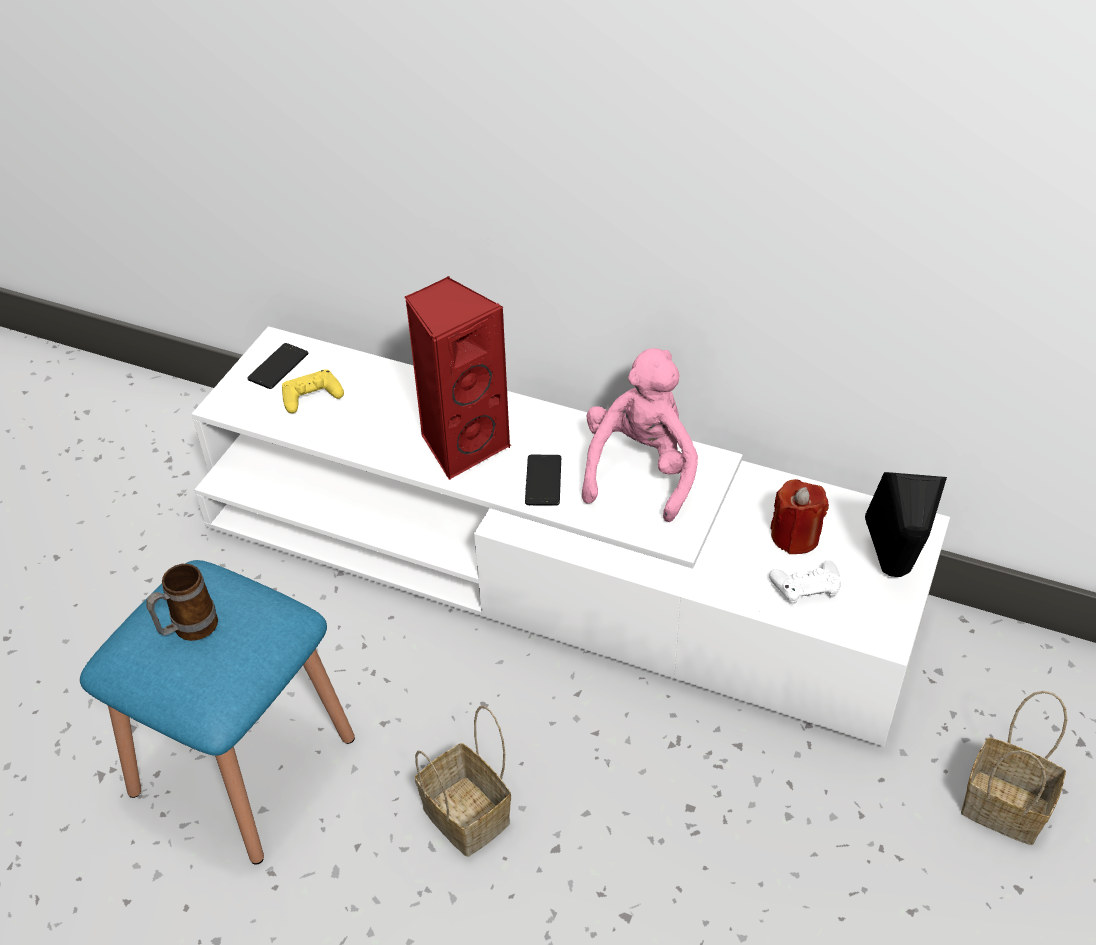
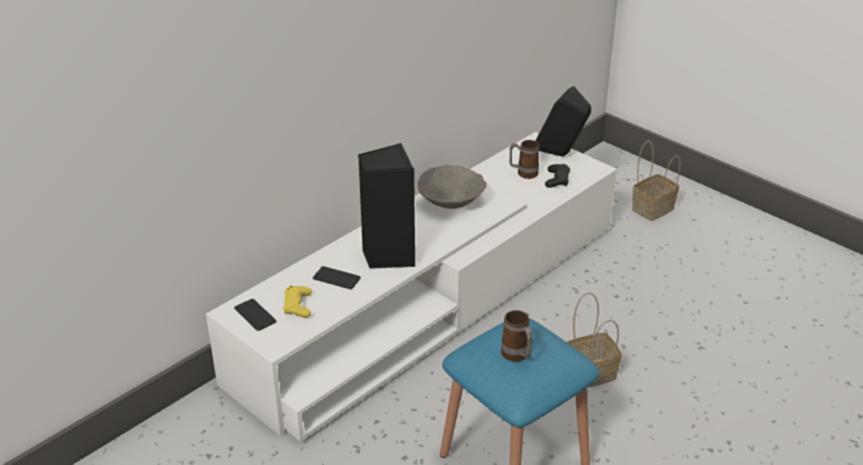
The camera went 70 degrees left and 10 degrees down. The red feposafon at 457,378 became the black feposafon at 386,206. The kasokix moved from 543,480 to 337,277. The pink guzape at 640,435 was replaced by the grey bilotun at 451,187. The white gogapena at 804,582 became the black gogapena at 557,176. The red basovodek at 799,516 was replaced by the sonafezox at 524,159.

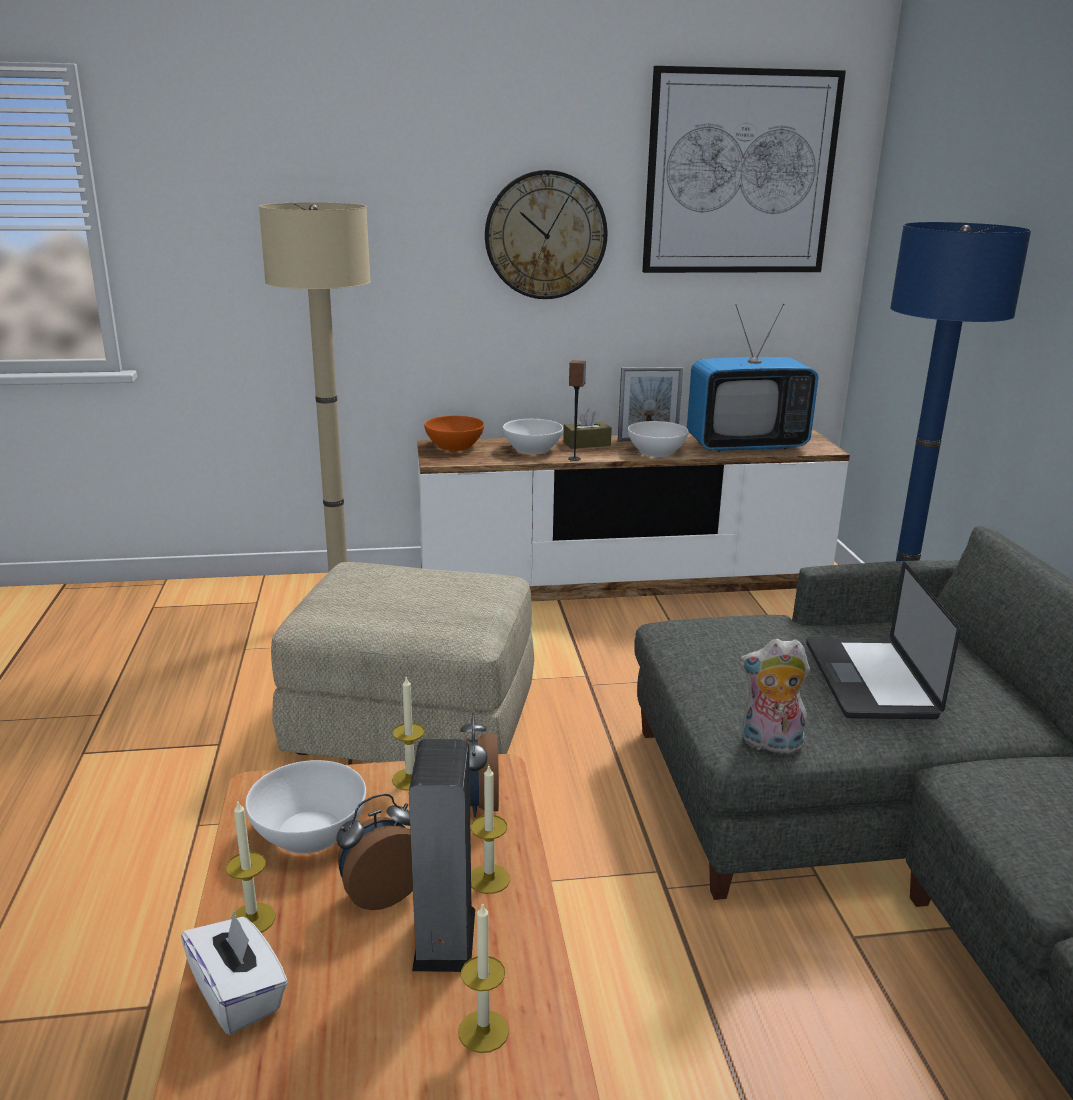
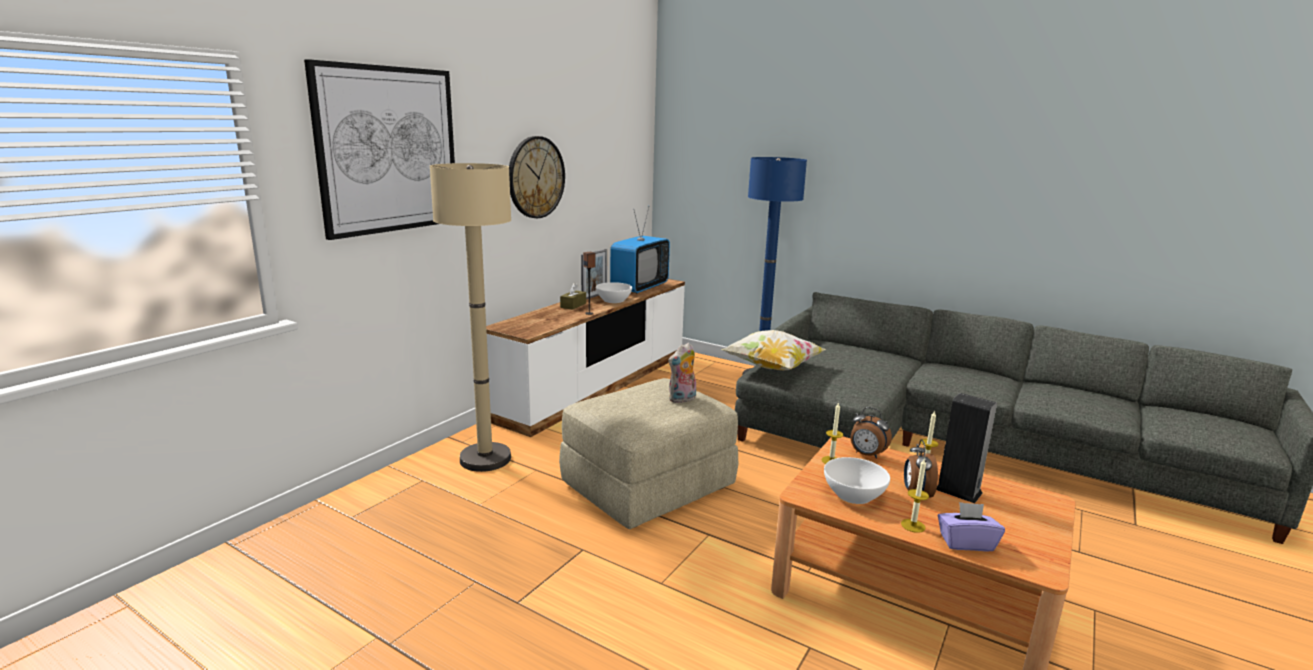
The camera went 50 degrees left and 5 degrees down. The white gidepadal at 234,973 became the purple gidepadal at 971,526. The orange bilotun at 454,433 disappeared. The basovodek at 483,977 disappeared. The white bilotun at 533,437 disappeared. The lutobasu moved from 744,169 to 379,149. The guzape moved from 774,697 to 682,373. The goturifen at 883,640 disappeared. The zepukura at 773,350 appeared.

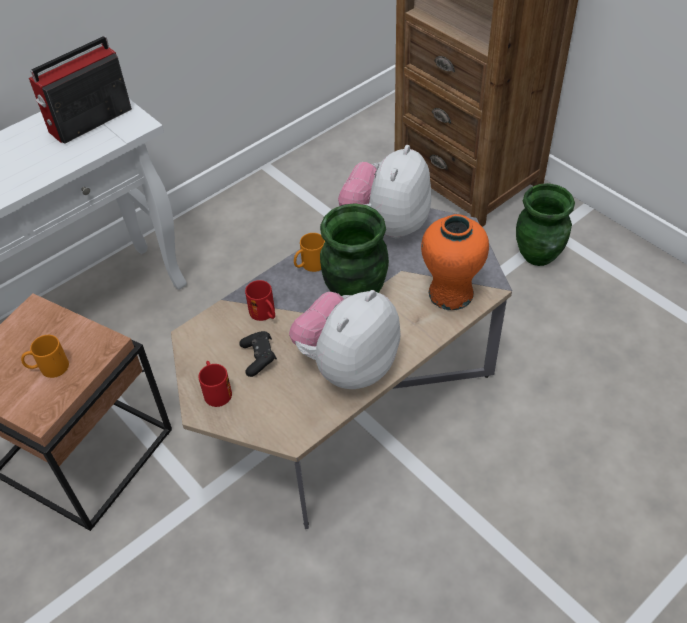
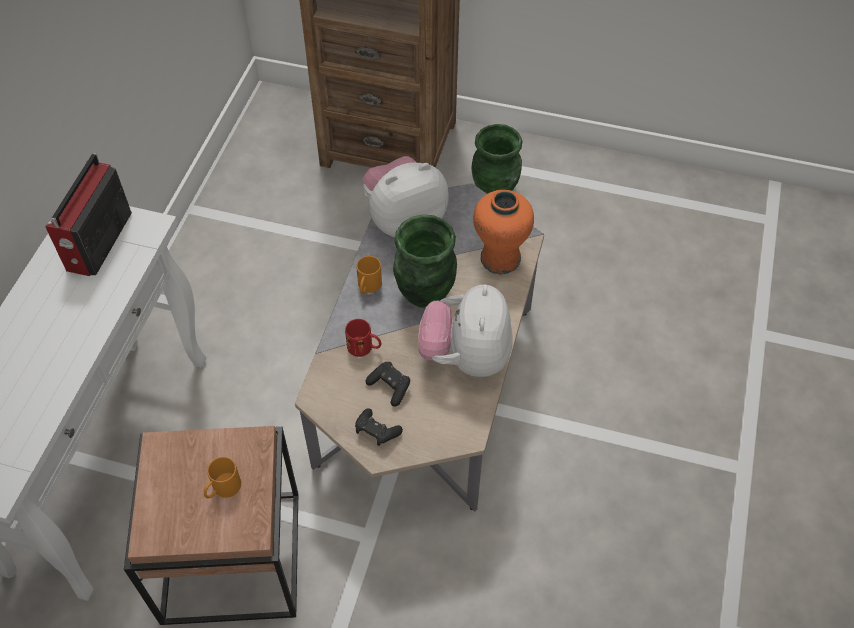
The camera went 35 degrees left and 5 degrees up. The red sonafezox at 215,384 was replaced by the black gogapena at 379,427. The guzape at 384,191 turned 75 degrees clockwise.

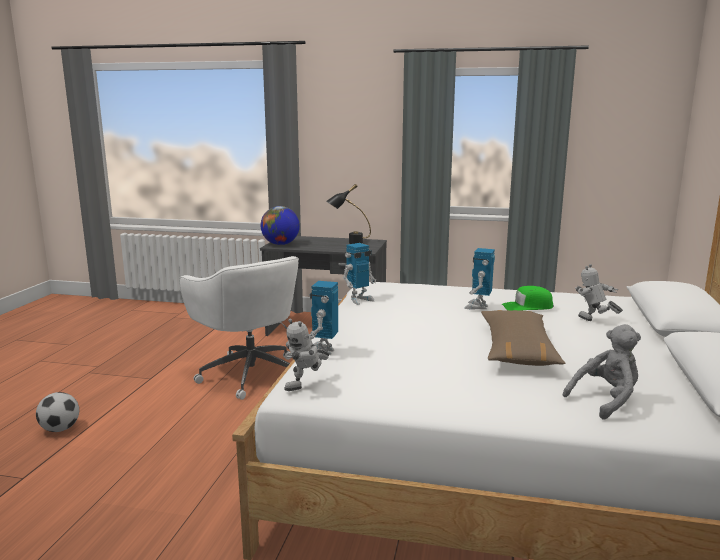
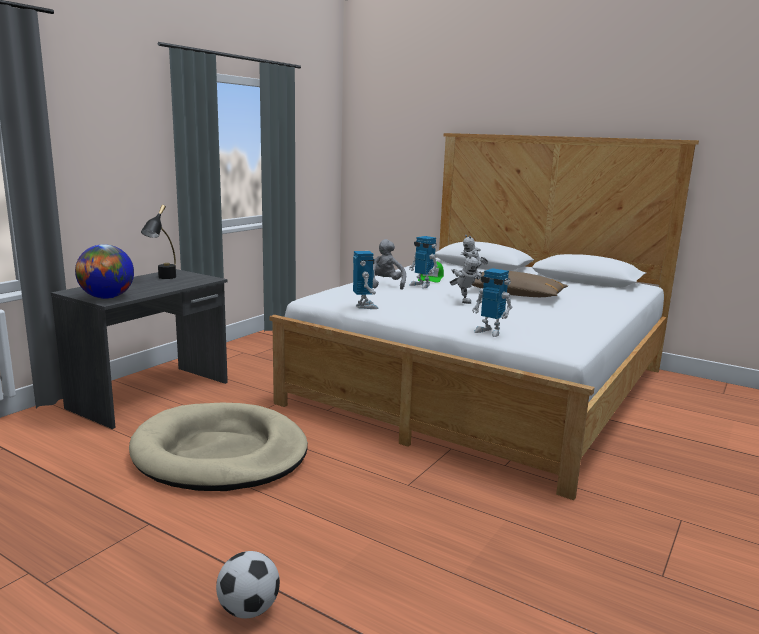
The camera went 70 degrees left and 0 degrees up. The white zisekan at 239,328 was replaced by the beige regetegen at 218,447. The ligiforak moved from 306,355 to 466,279. The grey guzape moved from 601,372 to 389,264.

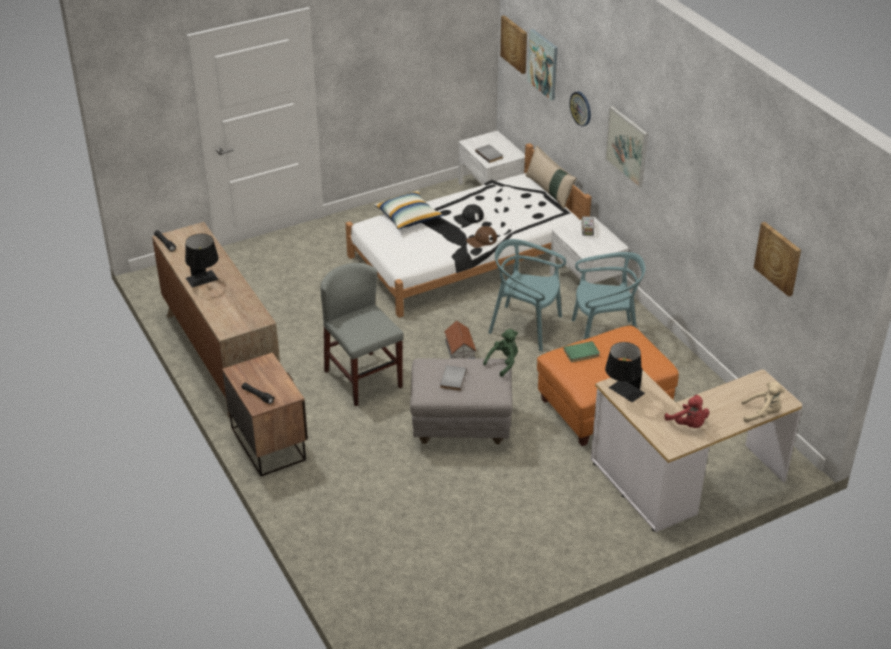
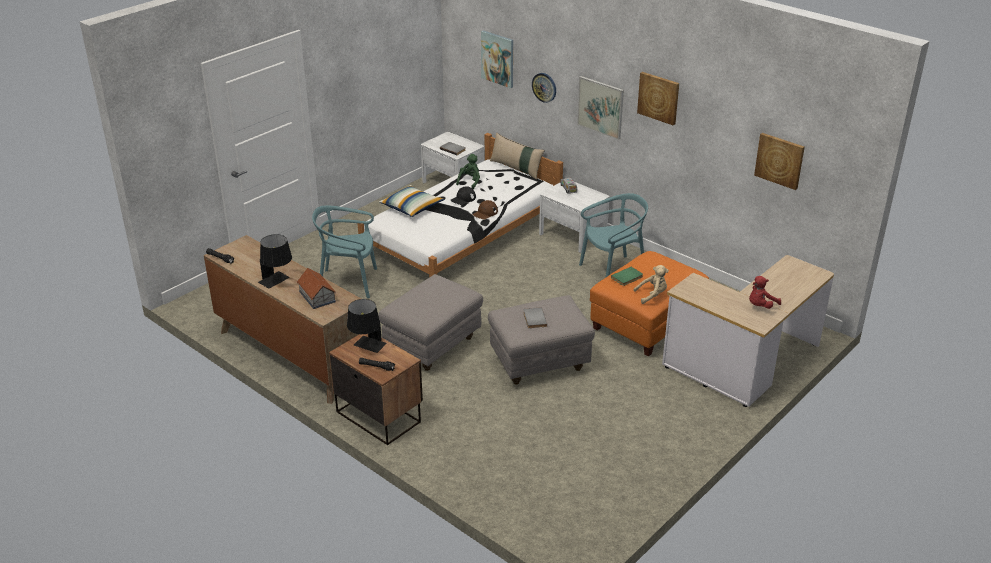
The camera went 20 degrees left and 5 degrees down. The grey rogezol at 362,334 was replaced by the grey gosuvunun at 430,322. The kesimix moved from 460,339 to 316,288. The green guzape moved from 500,353 to 468,171. The turquoise rogezol moved from 527,295 to 344,252. The lutobasu moved from 513,44 to 658,98. The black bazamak moved from 625,372 to 367,326. The red guzape at 686,411 turned 105 degrees clockwise. The beige guzape moved from 763,402 to 651,284.

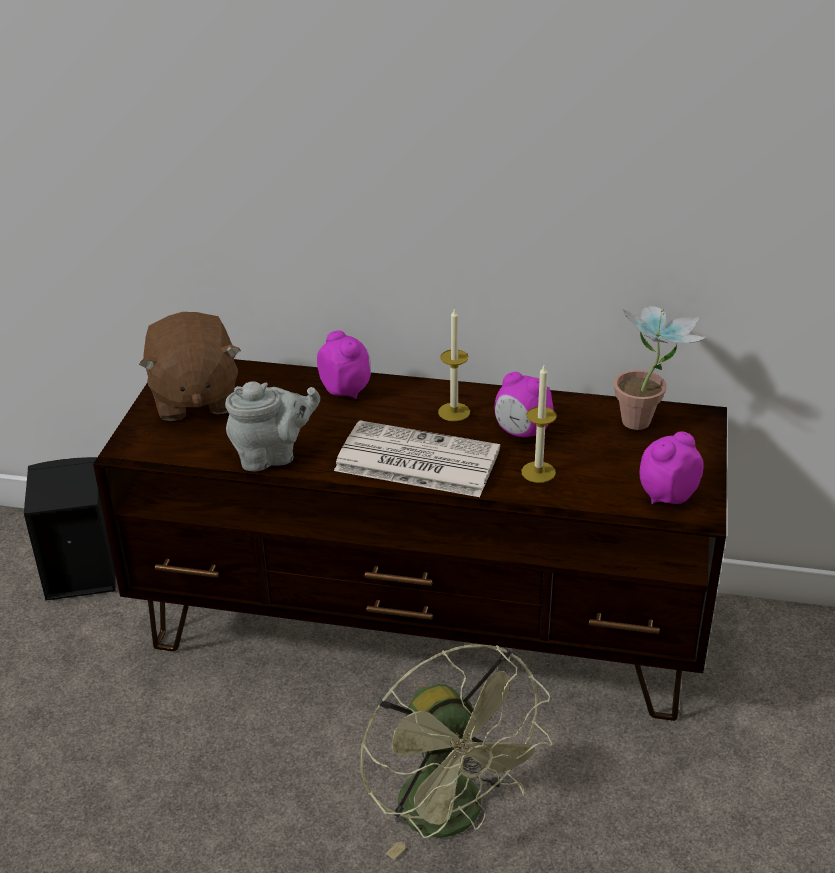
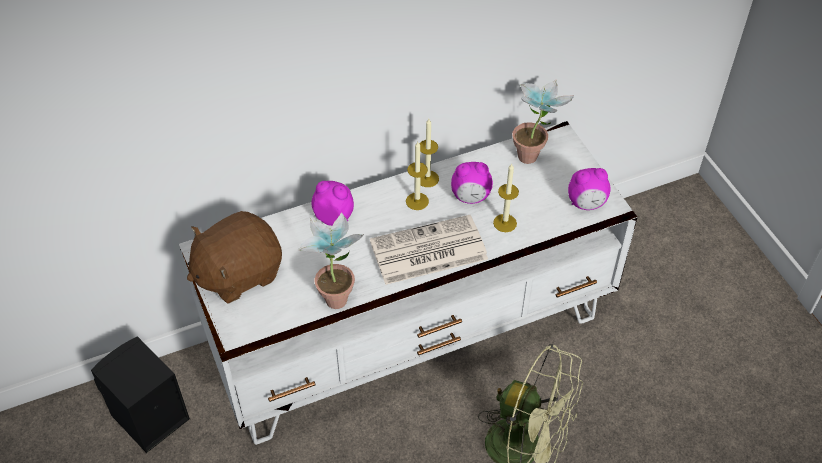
The camera went 35 degrees left and 15 degrees up. The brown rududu at 410,540 became the white rududu at 408,283. The brown guzape at 190,366 turned 105 degrees clockwise. The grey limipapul at 272,426 was replaced by the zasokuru at 331,260. The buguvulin at 671,467 turned 120 degrees counterclockwise. The basovodek at 429,153 appeared.

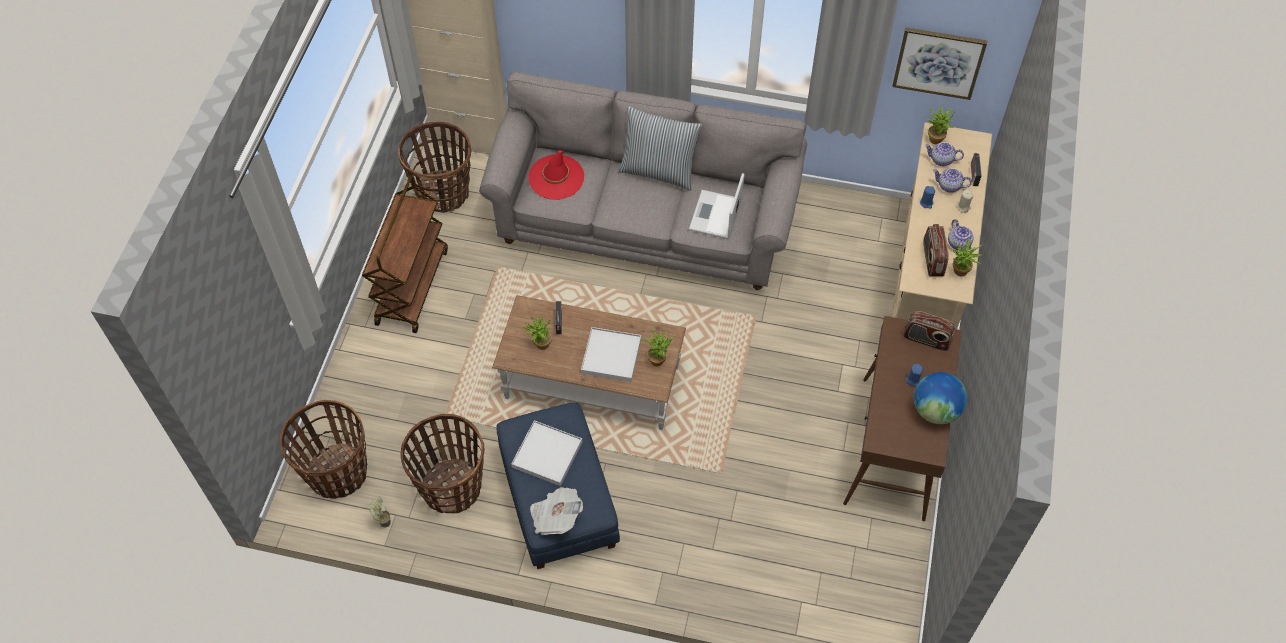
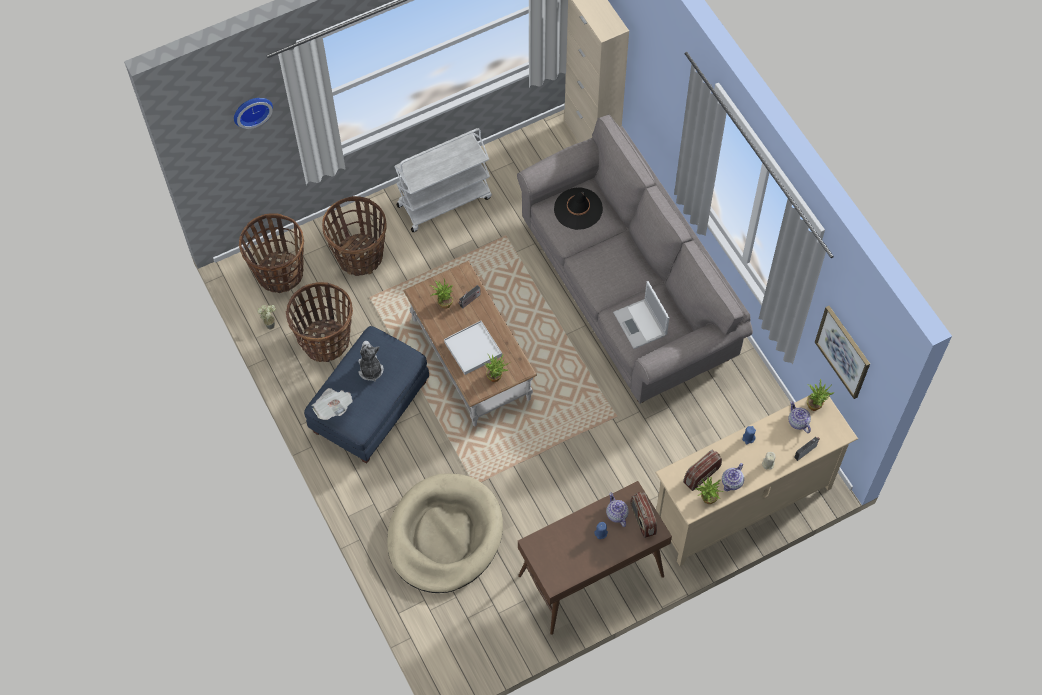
The camera went 50 degrees right and 5 degrees up. The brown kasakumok at 405,254 became the white kasakumok at 443,180. The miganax moved from 434,167 to 354,236. The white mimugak at 546,453 was replaced by the guzape at 371,361. The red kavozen at 556,175 became the black kavozen at 578,209. The zepukura at 660,148 disappeared. The goturifen at 717,206 turned 90 degrees counterclockwise. The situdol at 940,398 disappeared. The limipapul moved from 952,180 to 617,509. The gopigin at 253,113 appeared. The beige regetegen at 445,533 appeared.

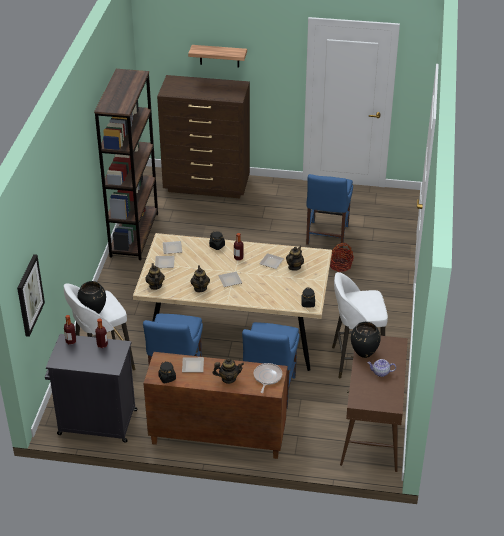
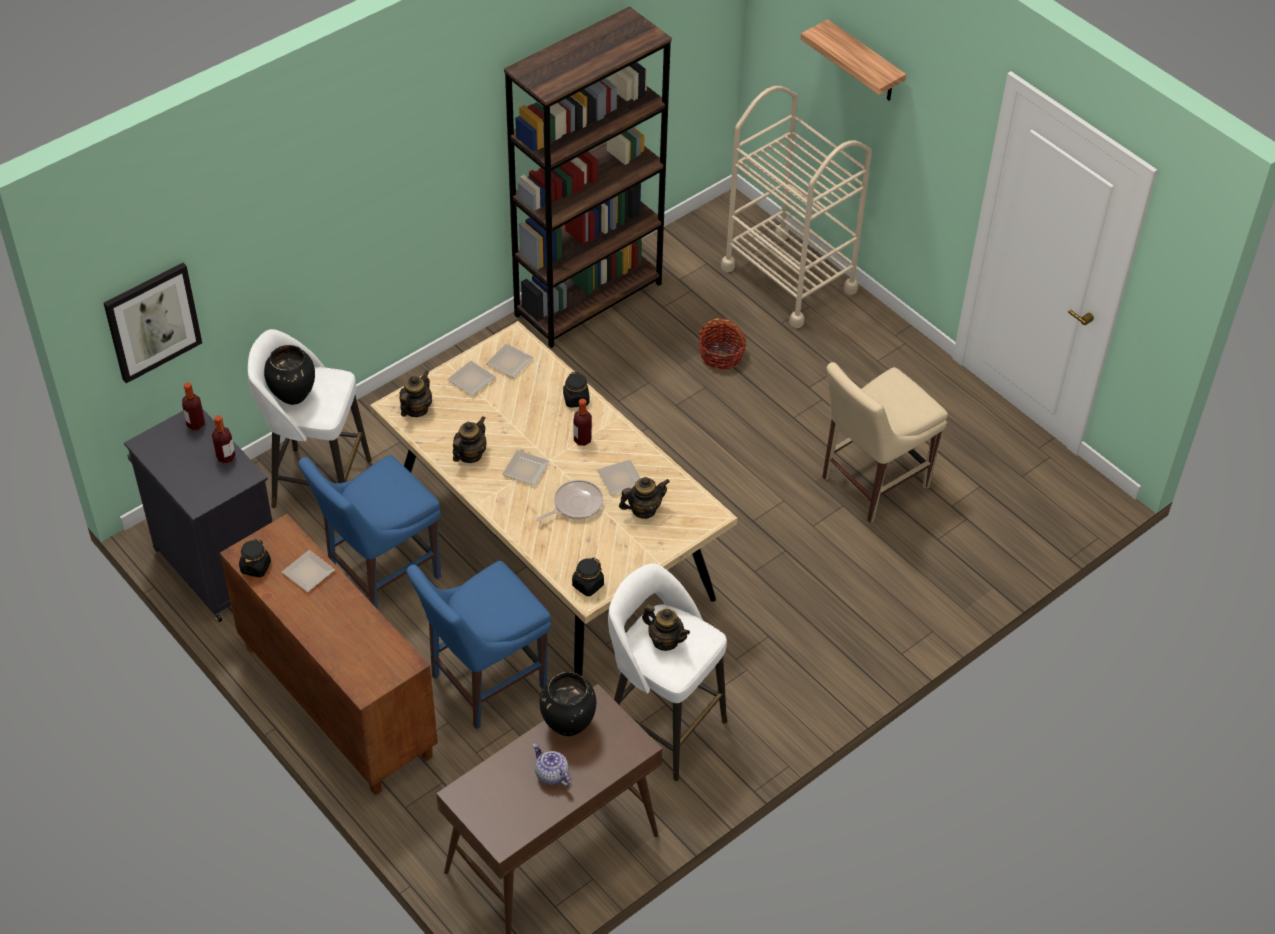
The camera went 40 degrees right and 10 degrees up. The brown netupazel at 203,136 was replaced by the beige kasakumok at 796,207. The limipapul moved from 228,371 to 666,627. The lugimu moved from 268,378 to 570,500. The blue rogezol at 329,211 became the beige rogezol at 885,442. The miganax moved from 342,257 to 722,344.

